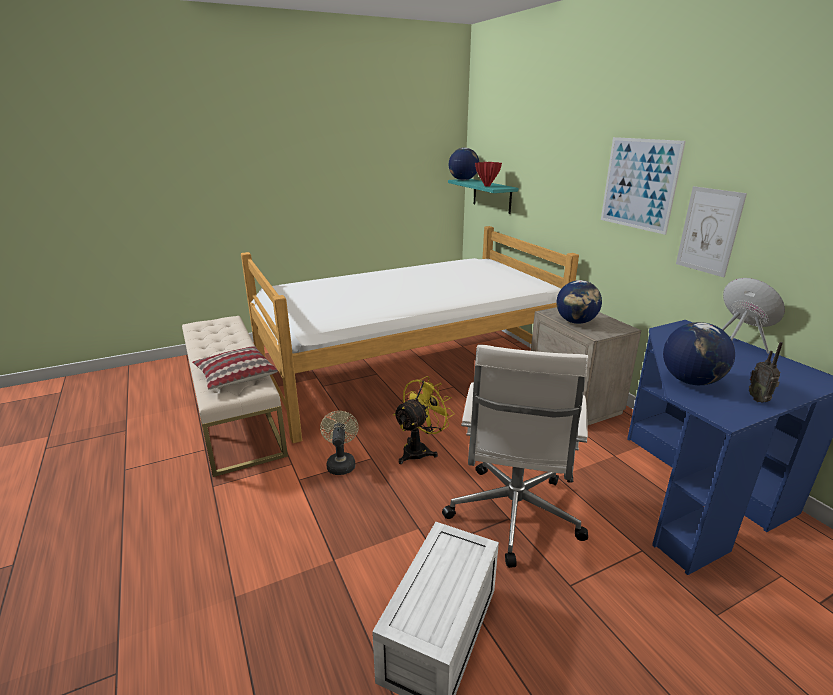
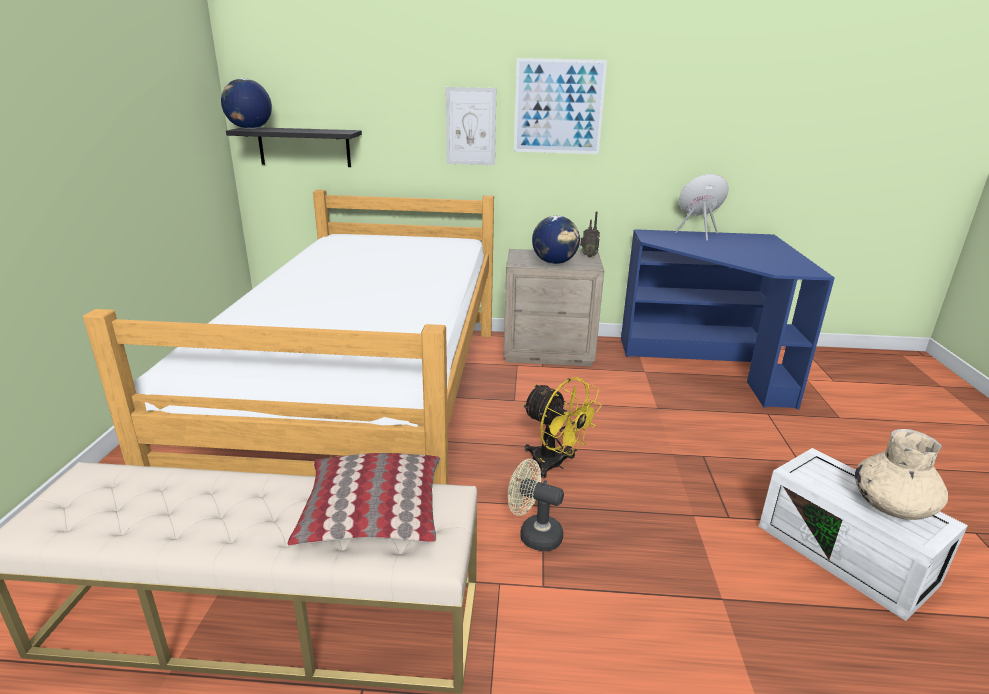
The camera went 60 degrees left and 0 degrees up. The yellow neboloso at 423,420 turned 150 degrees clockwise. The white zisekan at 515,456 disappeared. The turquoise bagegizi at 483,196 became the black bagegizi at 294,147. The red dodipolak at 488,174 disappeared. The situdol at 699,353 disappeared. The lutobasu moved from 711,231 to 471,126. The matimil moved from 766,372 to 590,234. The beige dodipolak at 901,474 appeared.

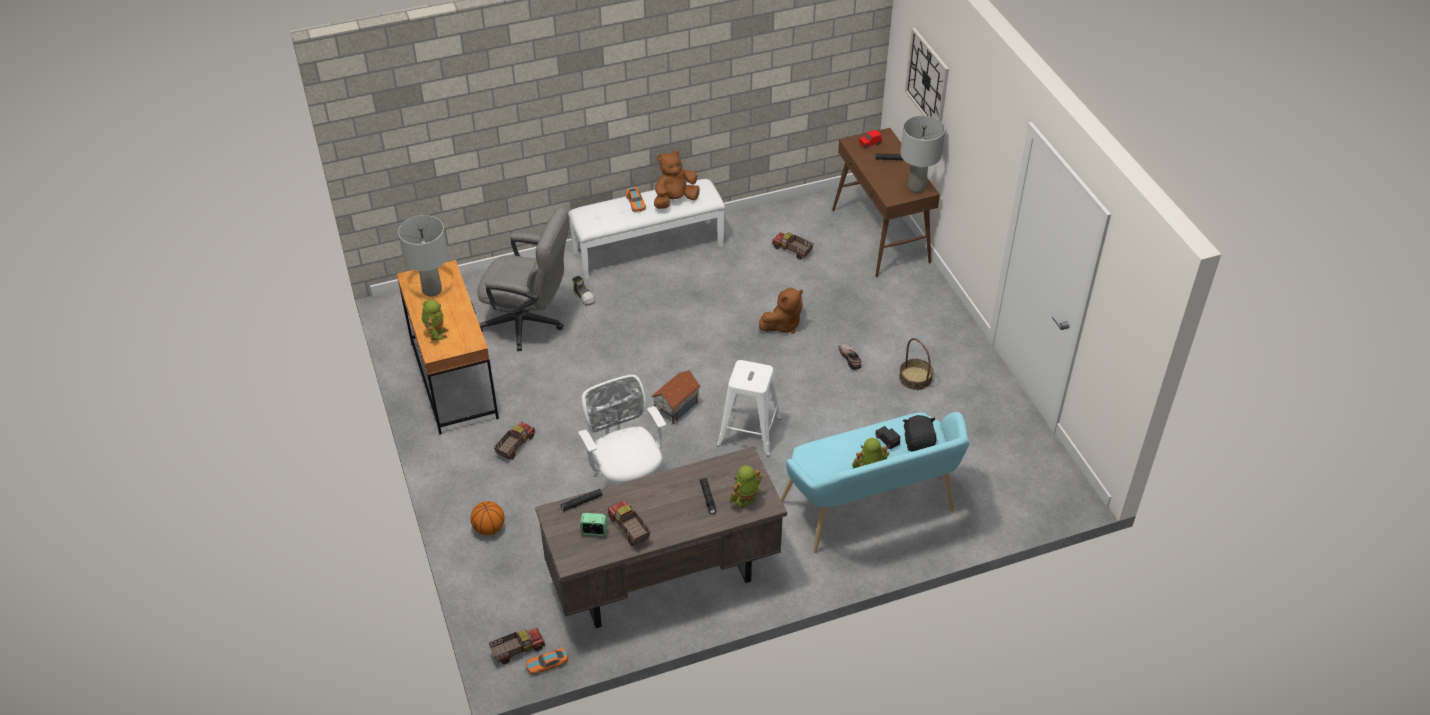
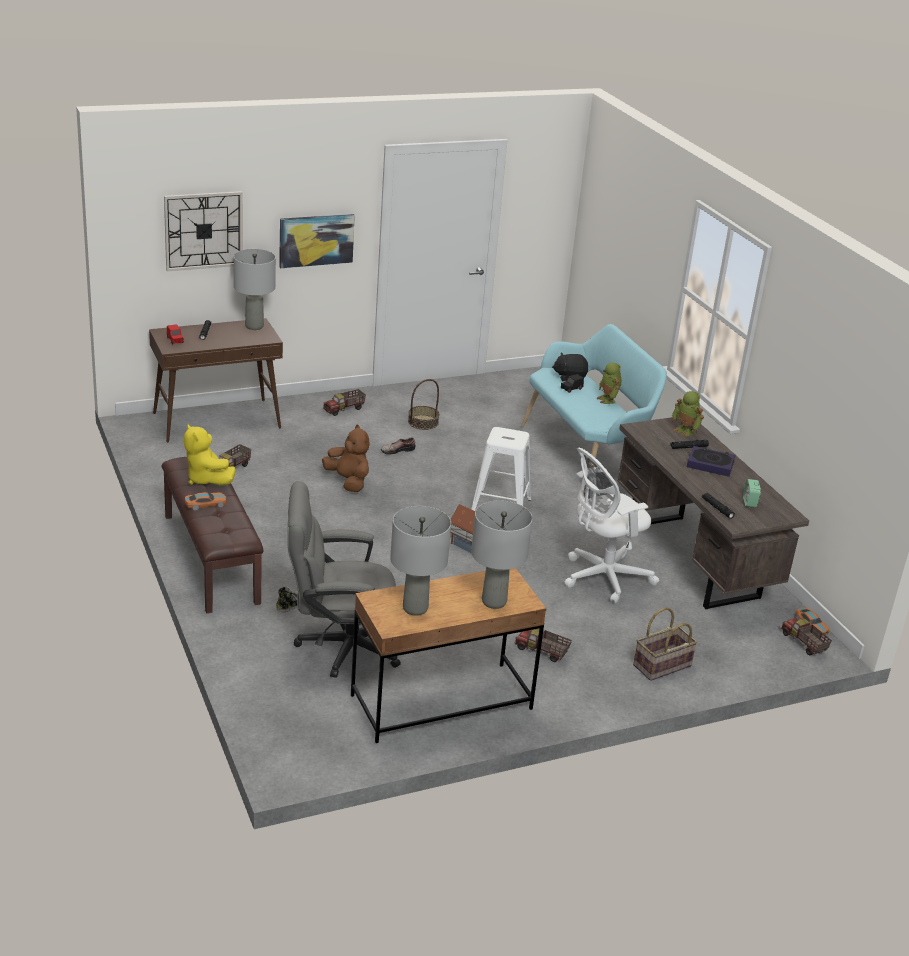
The camera went 95 degrees left and 15 degrees down. The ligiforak at 435,320 was replaced by the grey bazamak at 502,554. The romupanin at 487,518 was replaced by the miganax at 665,644. The grey zisekan at 523,279 turned 105 degrees counterclockwise. The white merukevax at 646,229 became the brown merukevax at 212,535. The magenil moved from 629,523 to 344,402. The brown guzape at 677,180 became the yellow guzape at 210,454. The lutobasu at 317,241 appeared. The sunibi at 711,461 appeared.

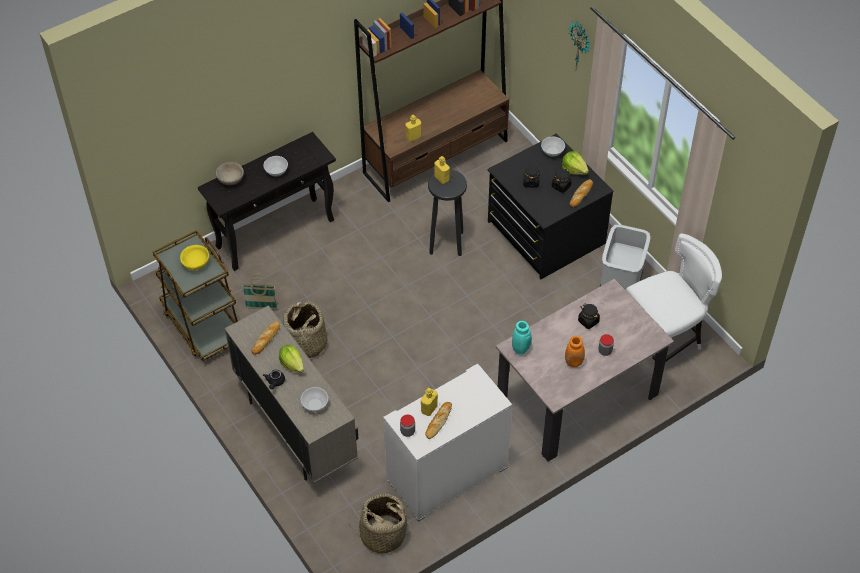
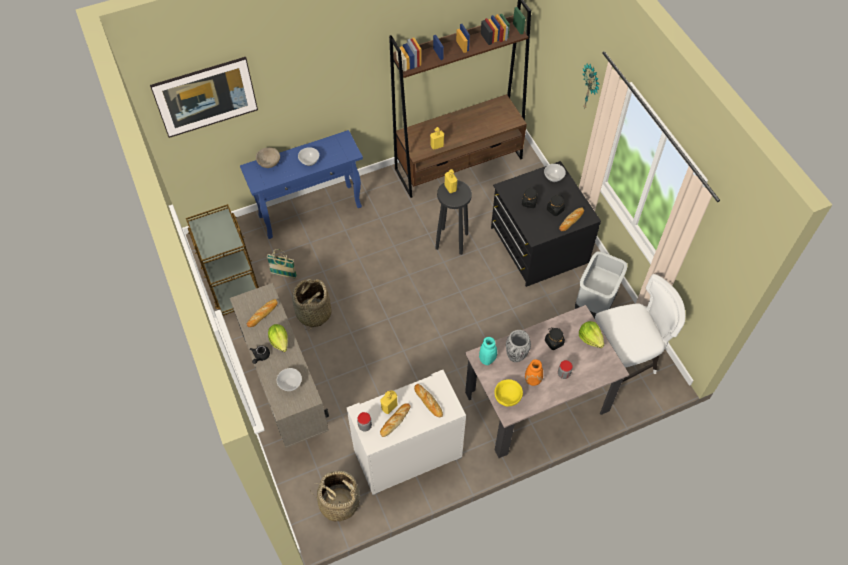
The camera went 10 degrees right and 5 degrees up. The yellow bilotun moved from 194,257 to 508,393. The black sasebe at 267,201 became the blue sasebe at 301,184. The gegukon moved from 575,163 to 591,334. The lutobasu at 204,97 appeared. The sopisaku at 428,400 appeared. The dodipolak at 518,346 appeared.

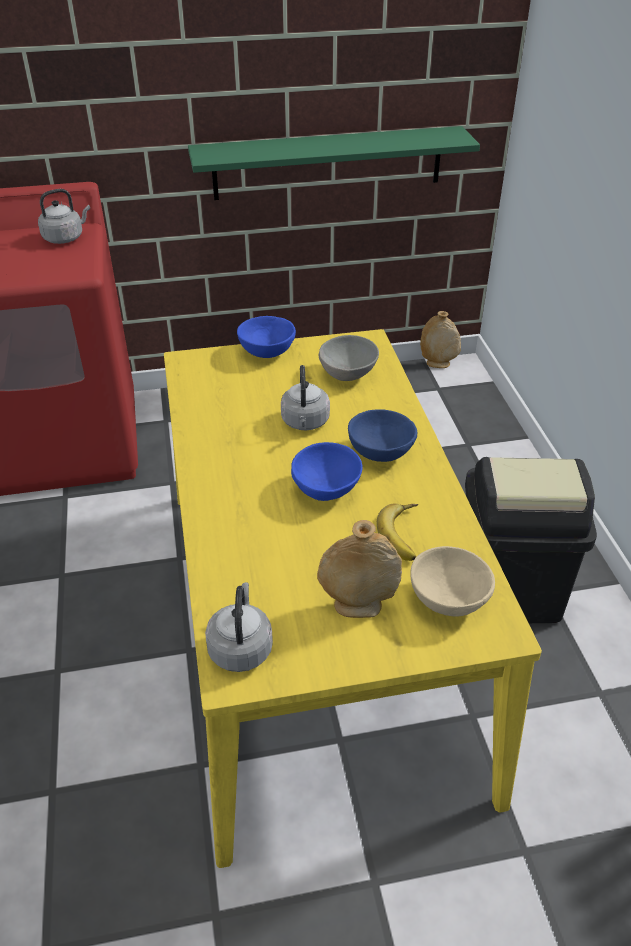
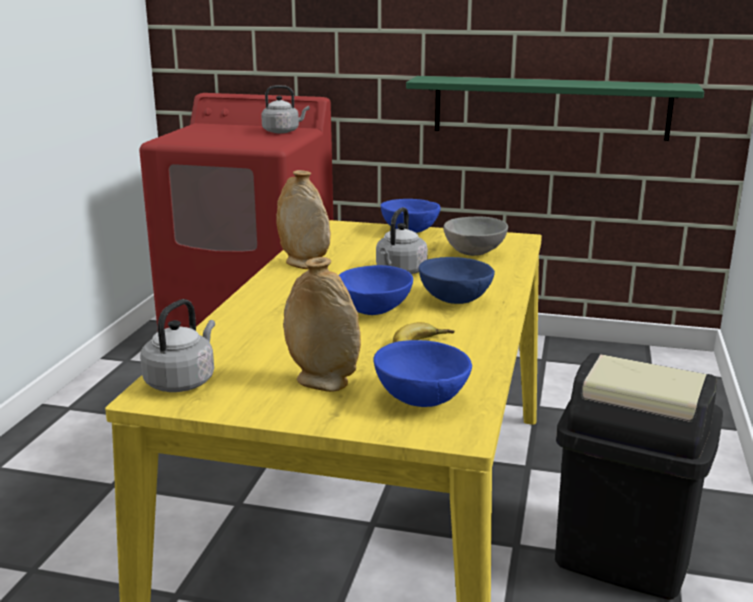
The camera went 25 degrees right and 20 degrees down. The beige bilotun at 452,581 became the blue bilotun at 422,373. The beige dodipolak moved from 440,339 to 303,219.

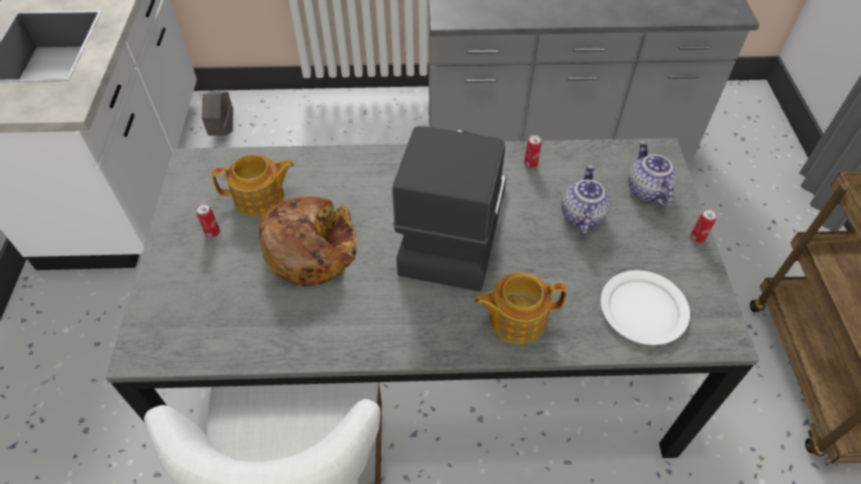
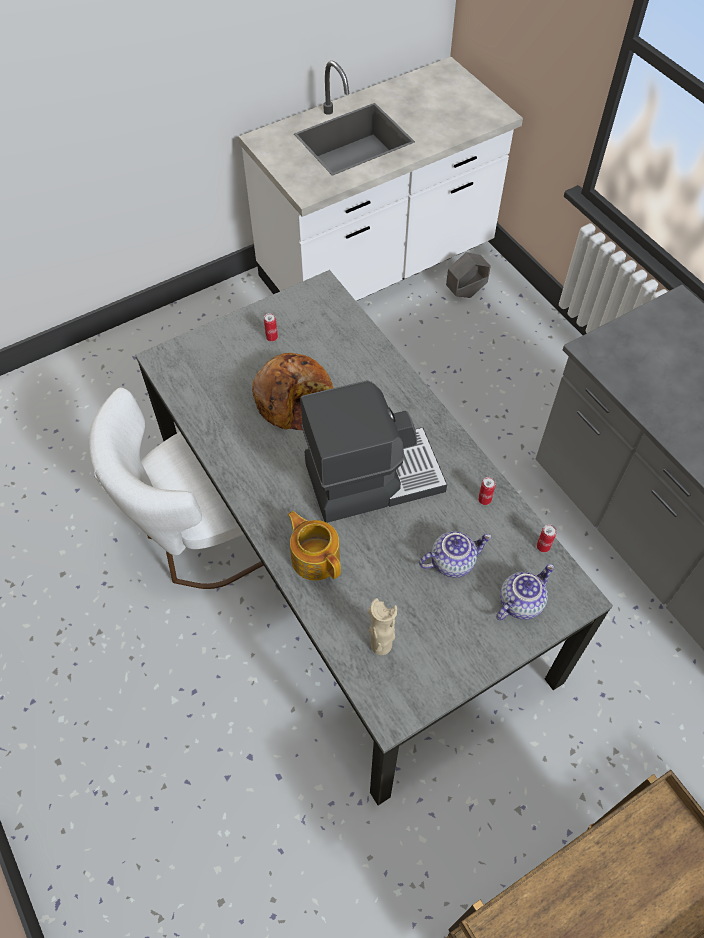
The camera went 60 degrees right and 5 degrees up. The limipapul at 253,185 disappeared. The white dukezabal at 645,307 was replaced by the beige dodipolak at 382,626. The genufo moved from 703,226 to 547,538.

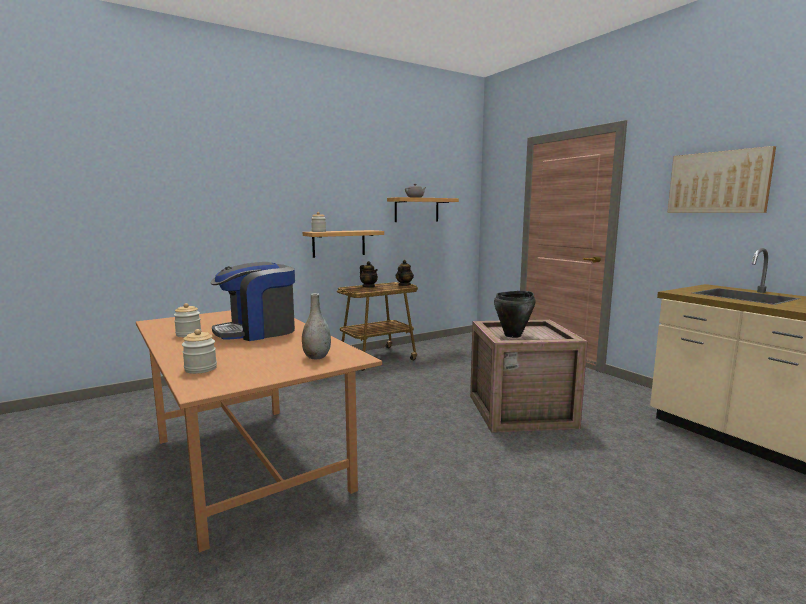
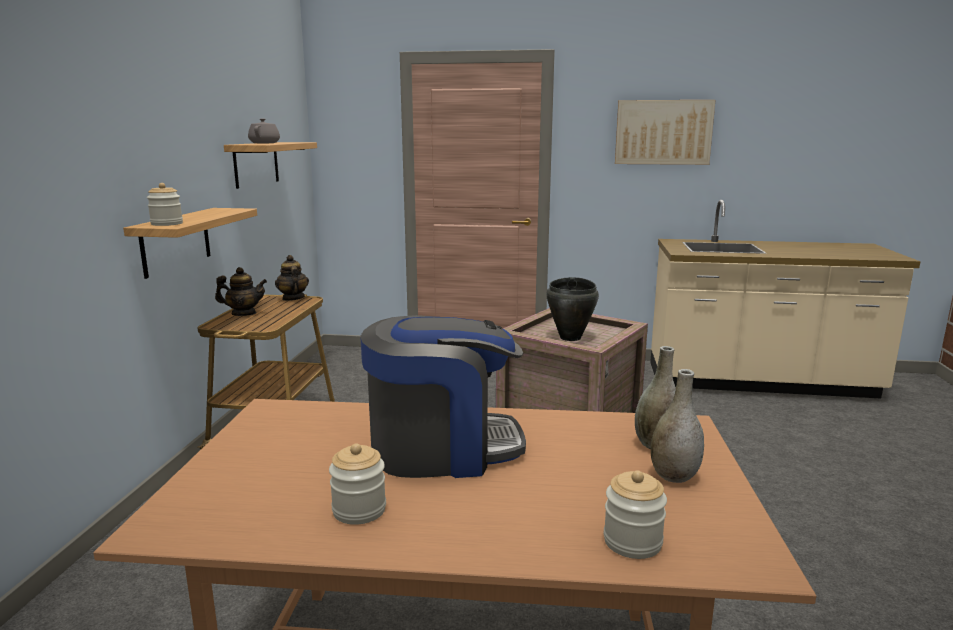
The camera went 50 degrees left and 5 degrees up. The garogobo at 252,301 turned 105 degrees counterclockwise. The grey dodipolak at 677,426 appeared.

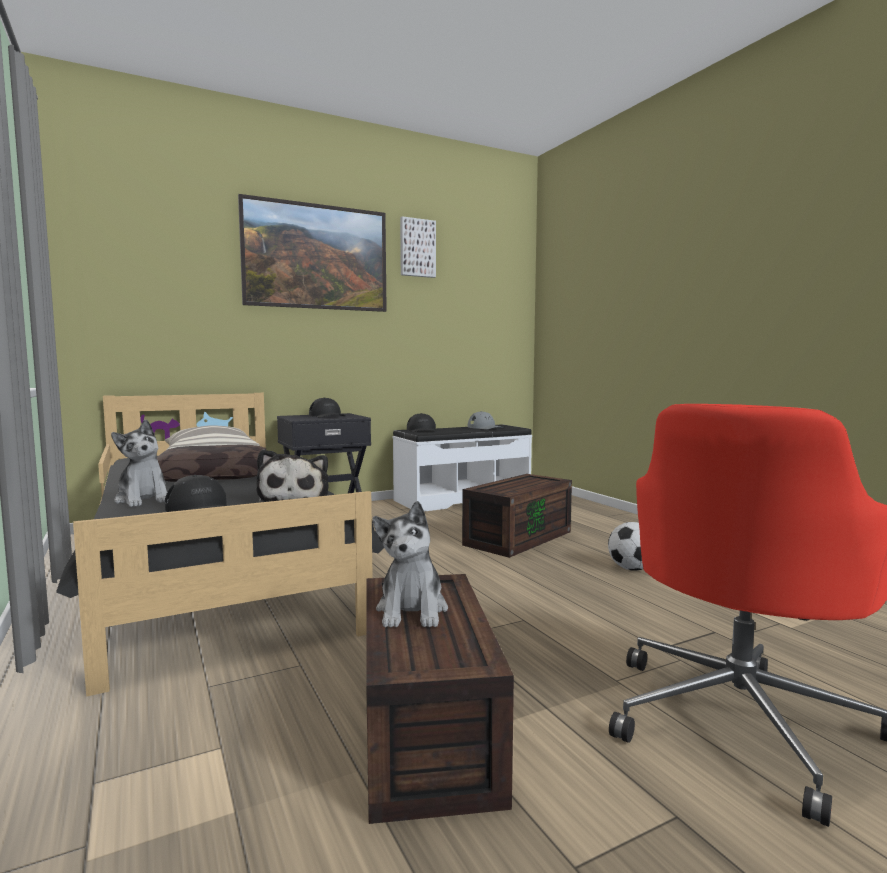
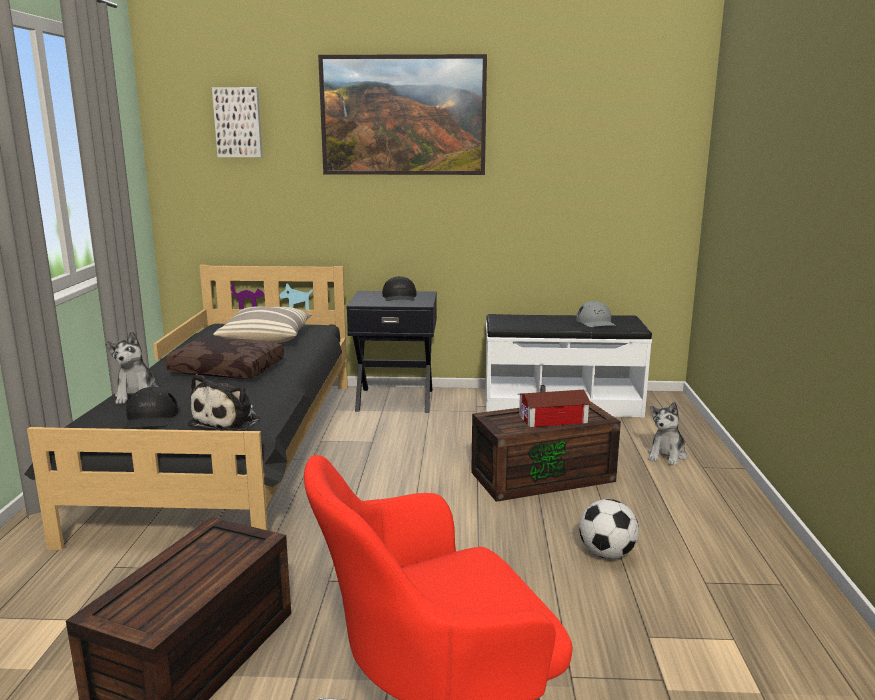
The camera went 30 degrees right and 10 degrees up. The guzape moved from 410,564 to 667,434. The lutobasu moved from 418,247 to 237,122. The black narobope at 422,422 disappeared. The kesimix at 555,406 appeared.

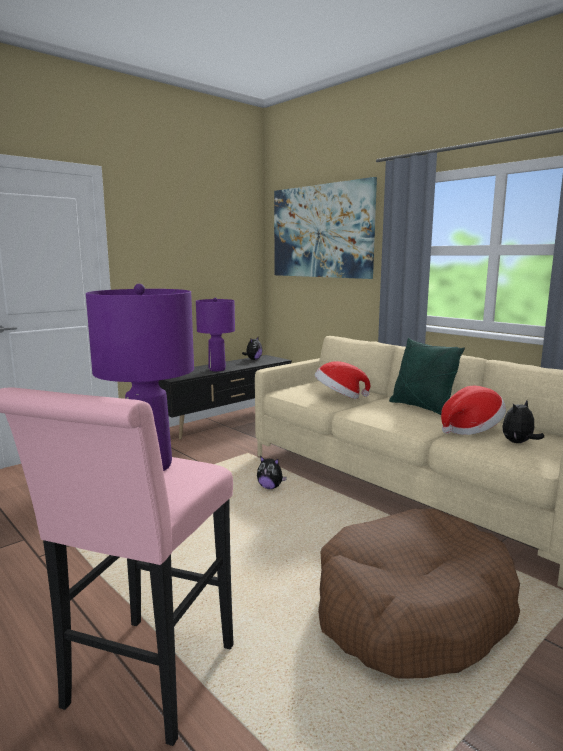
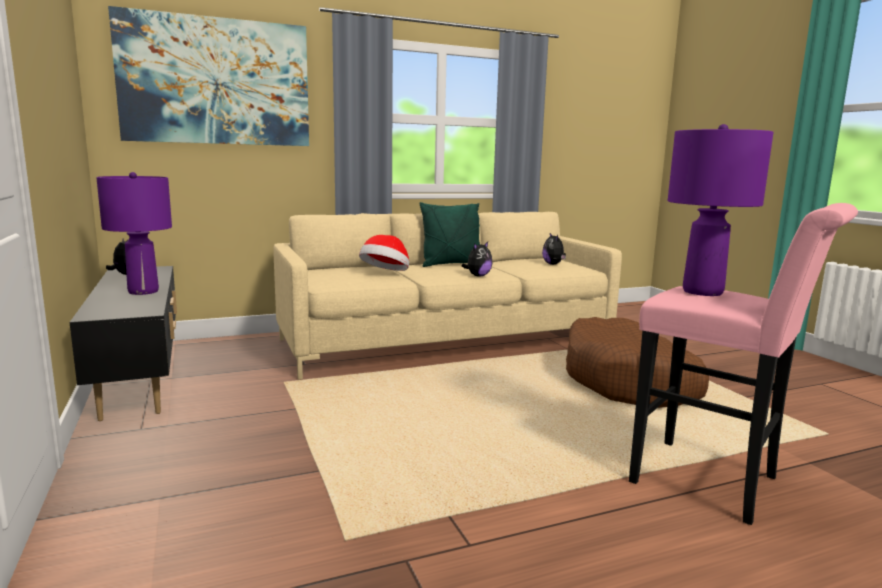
The camera went 70 degrees left and 0 degrees up. The guzape moved from 272,472 to 477,259. The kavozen at 473,410 disappeared.

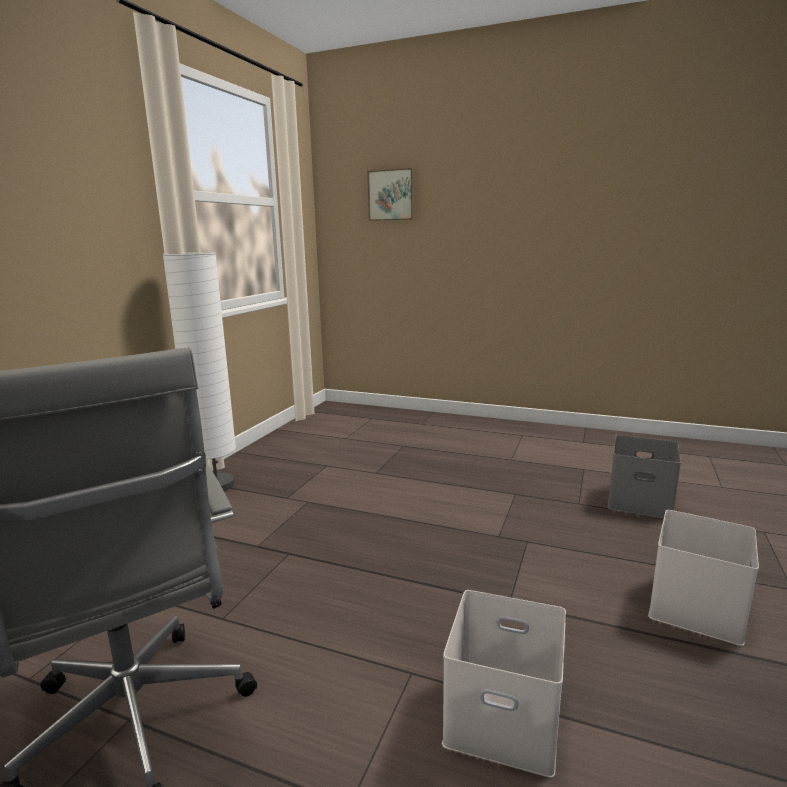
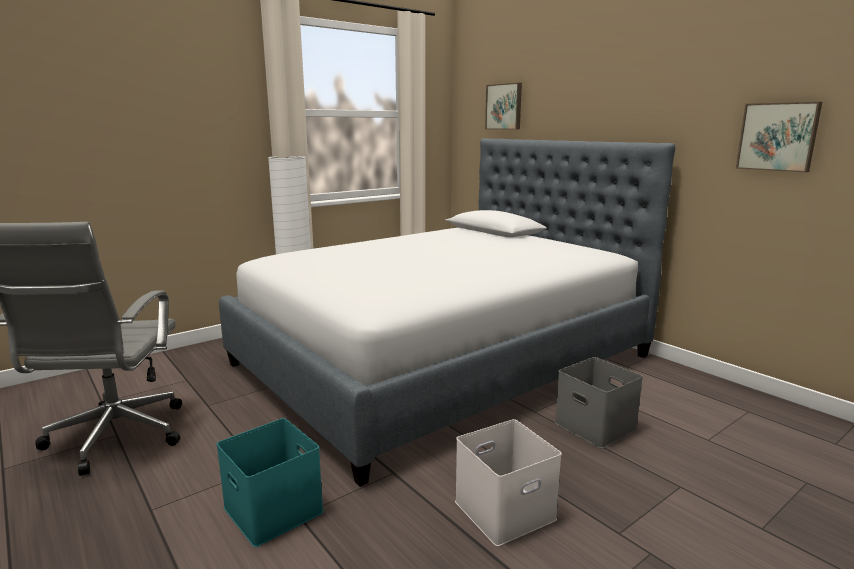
The camera went 30 degrees right and 0 degrees up. The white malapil at 504,684 became the turquoise malapil at 270,482. The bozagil at 447,312 appeared. The lutobasu at 779,137 appeared.

